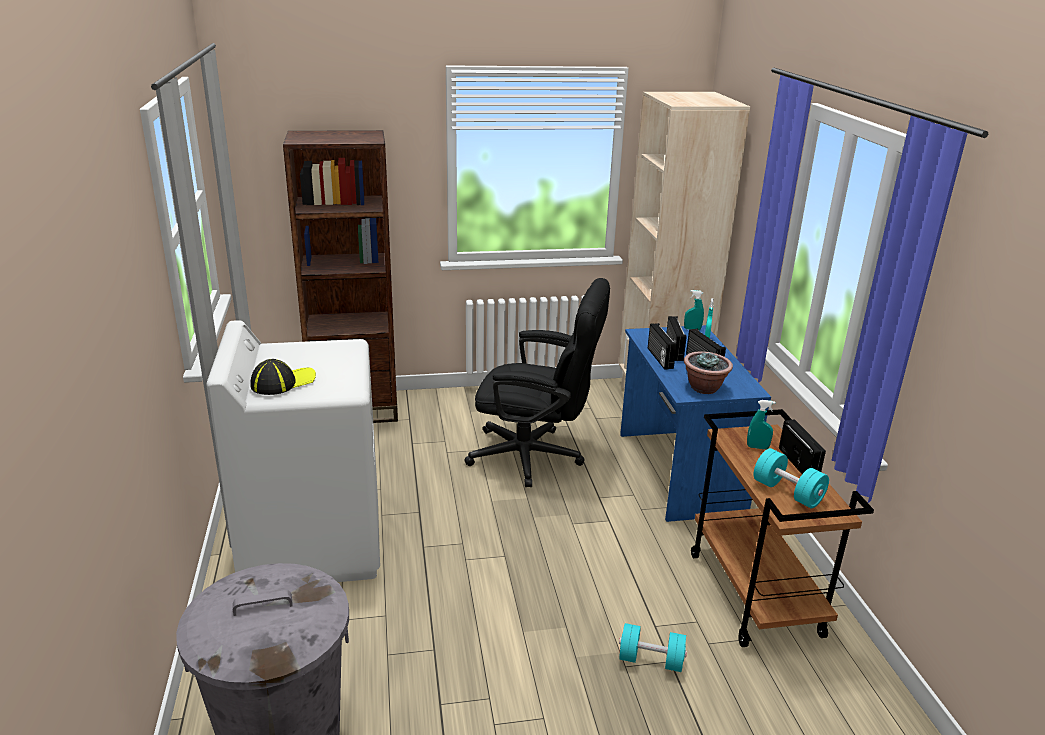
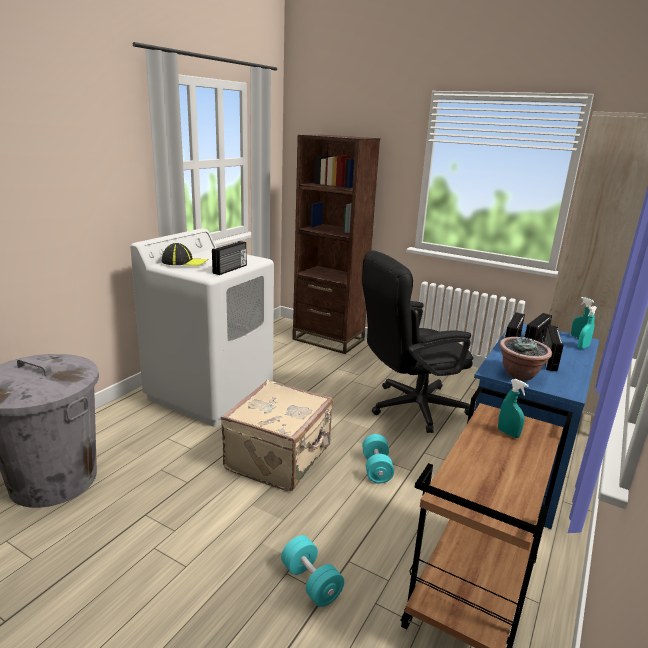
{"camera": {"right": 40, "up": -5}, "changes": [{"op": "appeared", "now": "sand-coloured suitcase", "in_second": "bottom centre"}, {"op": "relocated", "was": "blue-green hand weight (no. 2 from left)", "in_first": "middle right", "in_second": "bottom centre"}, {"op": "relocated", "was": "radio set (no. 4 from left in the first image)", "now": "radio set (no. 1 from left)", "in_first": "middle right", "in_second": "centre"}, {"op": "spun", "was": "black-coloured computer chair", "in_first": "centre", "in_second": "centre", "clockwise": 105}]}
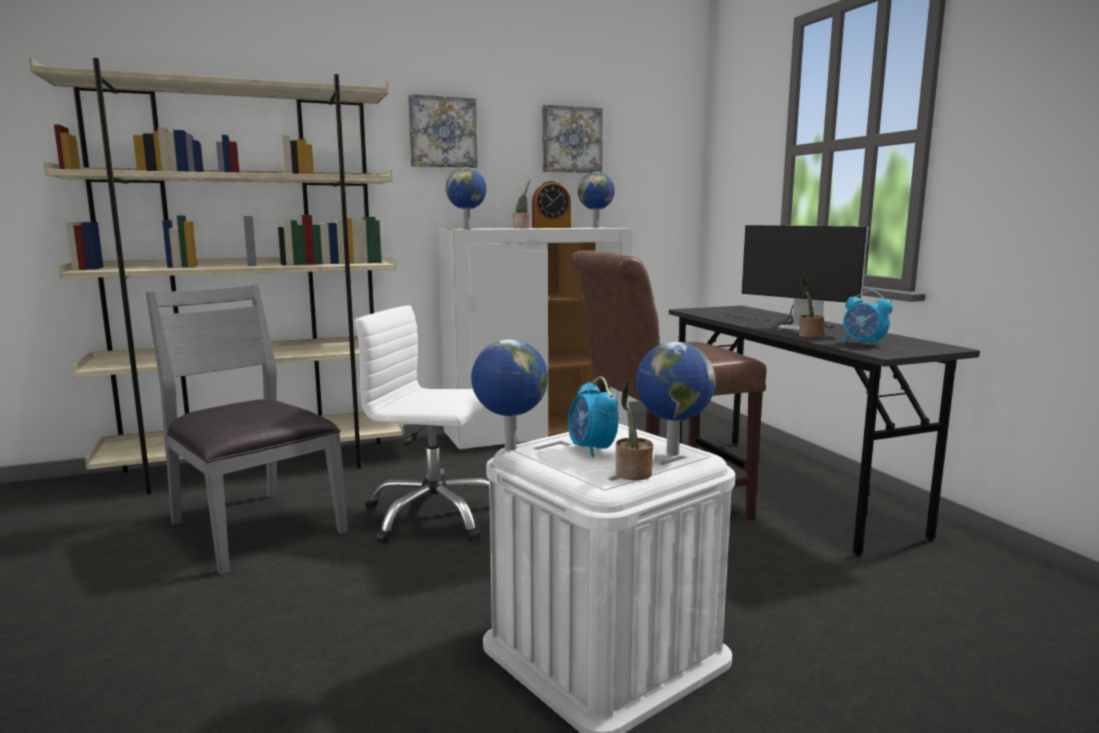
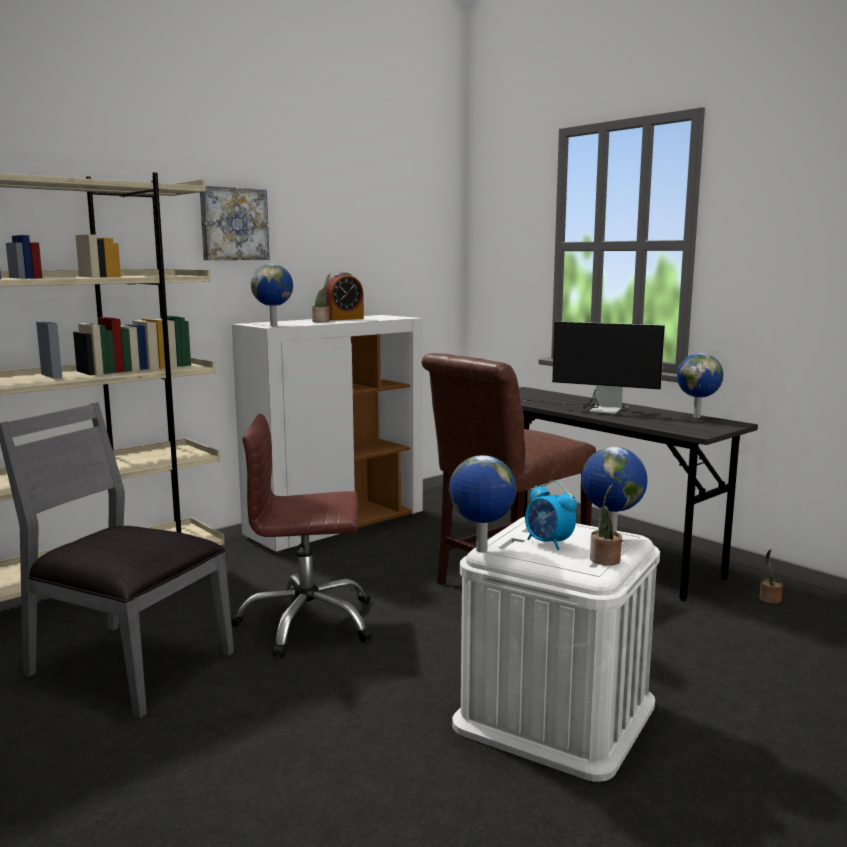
{"camera": {"right": -20, "up": 0}, "changes": [{"op": "missing", "was": "picture (no. 2 from left)", "in_first": "top centre"}, {"op": "missing", "was": "alarm clock (no. 3 from left)", "in_first": "middle right"}, {"op": "relocated", "was": "desk globe (no. 3 from left in the first image)", "now": "desk globe (no. 4 from left)", "in_first": "top centre", "in_second": "middle right"}, {"op": "relocated", "was": "plant in a pot (no. 3 from left)", "in_first": "middle right", "in_second": "bottom right"}, {"op": "colour", "was": "white computer chair", "now": "brown computer chair", "in_first": "centre", "in_second": "centre"}]}
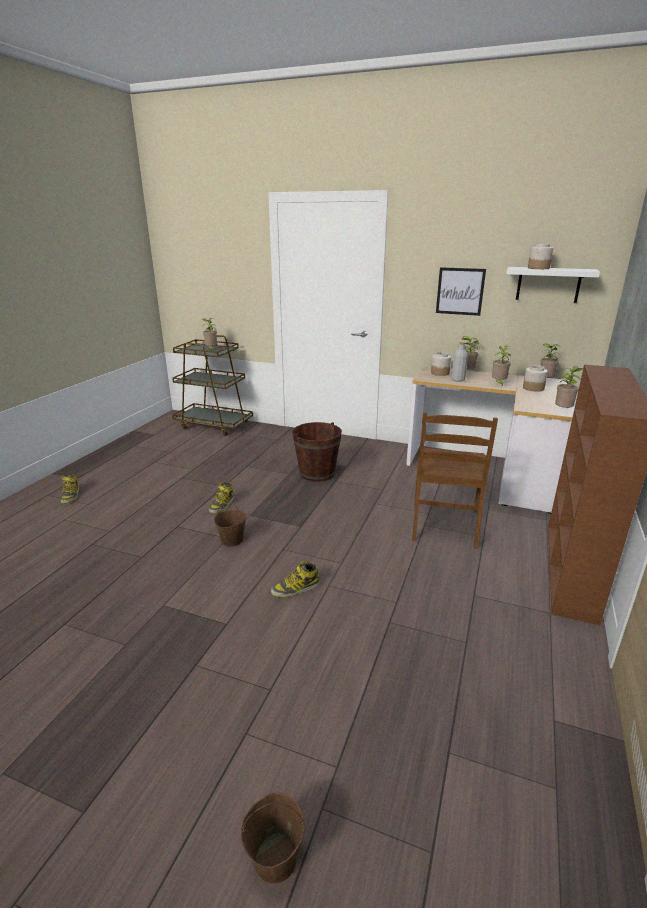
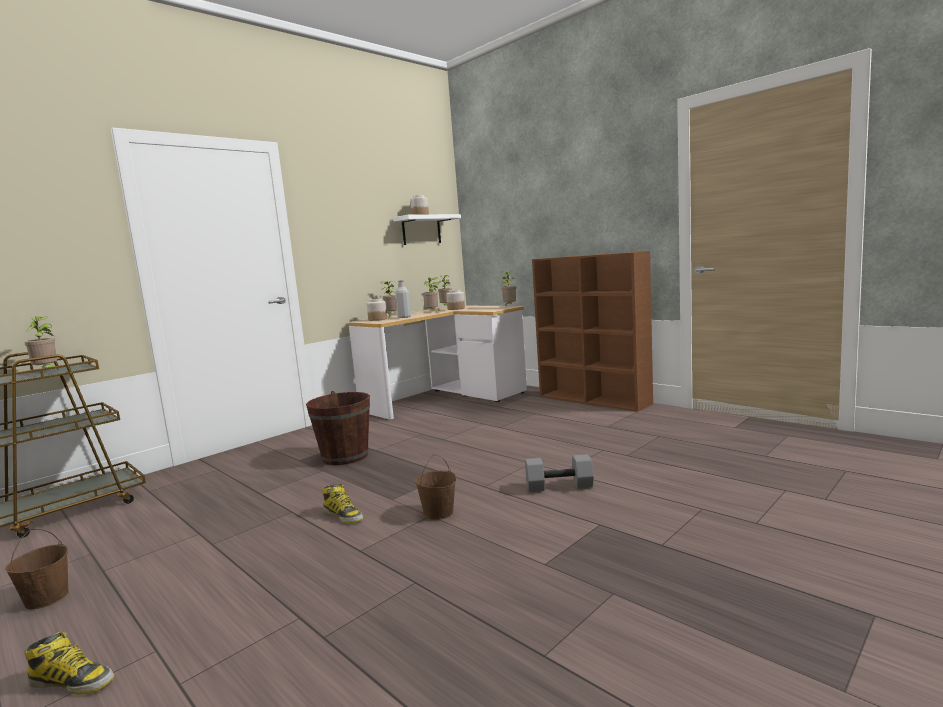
{"camera": {"right": -65, "up": -15}, "changes": [{"op": "missing", "was": "brown upright chair", "in_first": "middle right"}, {"op": "missing", "was": "picture", "in_first": "top right"}, {"op": "relocated", "was": "brown water bucket (no. 2 from left in the first image)", "now": "brown water bucket (no. 1 from left)", "in_first": "bottom centre", "in_second": "bottom left"}, {"op": "exchanged", "was": "high-top boot (no. 3 from left)", "now": "grey hand weight", "in_first": "centre", "in_second": "bottom centre"}]}
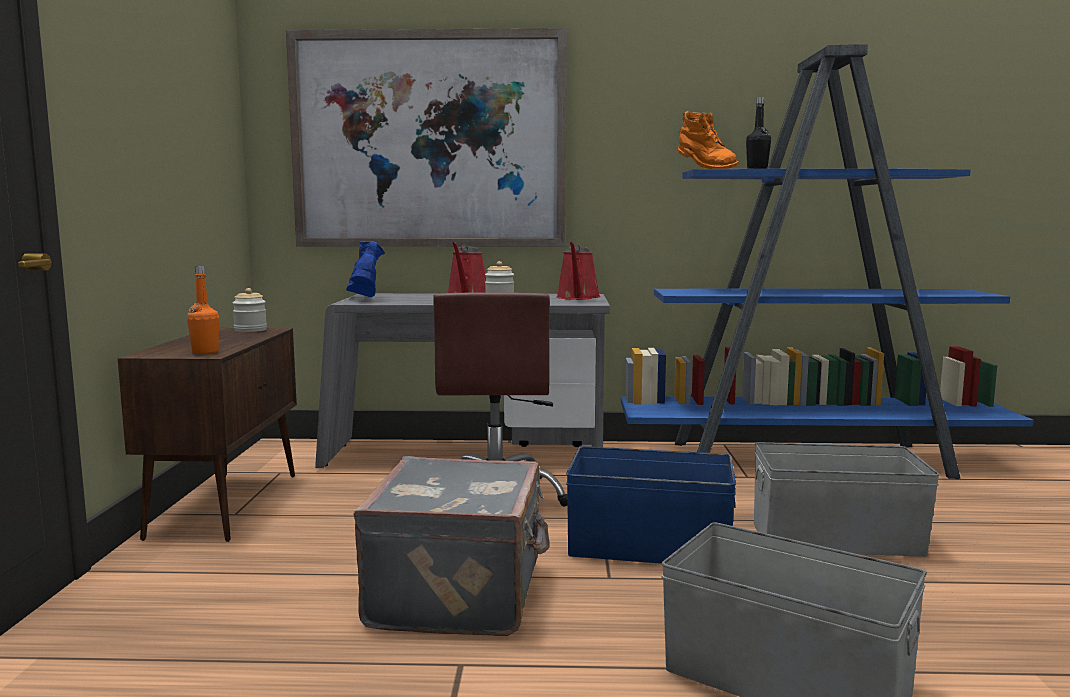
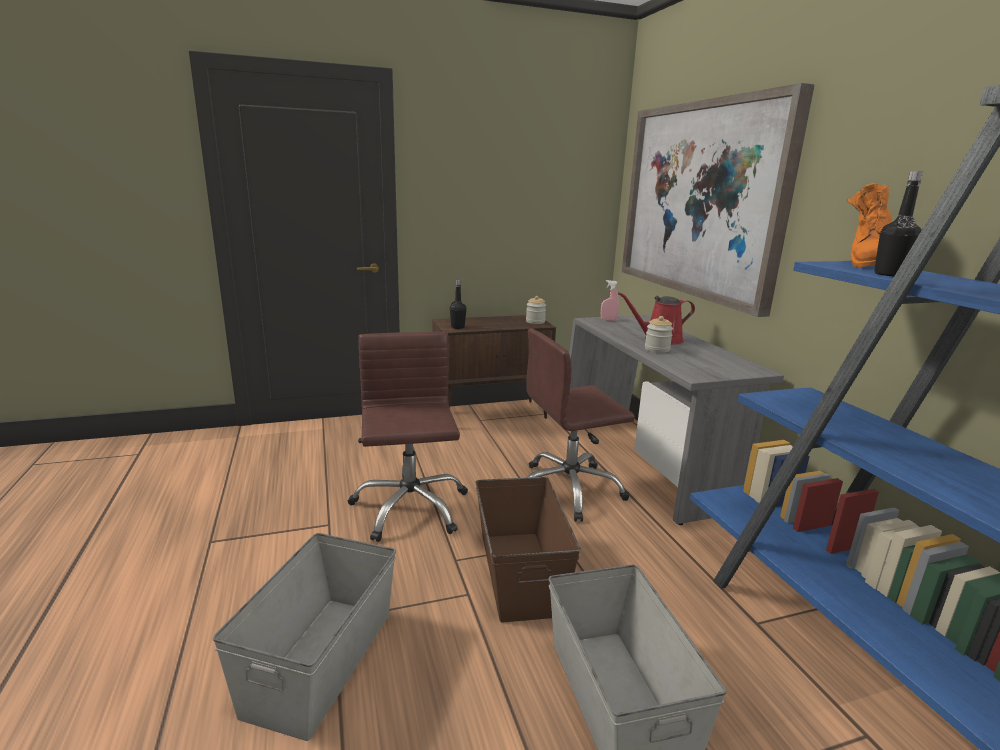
{"camera": {"right": 70, "up": 10}, "changes": [{"op": "missing", "was": "red-coloured sprinkling can (no. 2 from left)", "in_first": "centre"}, {"op": "exchanged", "was": "blue high-top boot", "now": "pink-coloured hand sprayer", "in_first": "centre", "in_second": "centre"}, {"op": "exchanged", "was": "grey suitcase", "now": "brown computer chair (no. 1 from left)", "in_first": "bottom centre", "in_second": "centre"}, {"op": "colour", "was": "orange-coloured bottle", "now": "black-coloured bottle (no. 1 from left)", "in_first": "middle left", "in_second": "centre"}, {"op": "colour", "was": "blue storage container", "now": "brown storage container", "in_first": "bottom centre", "in_second": "bottom centre"}]}
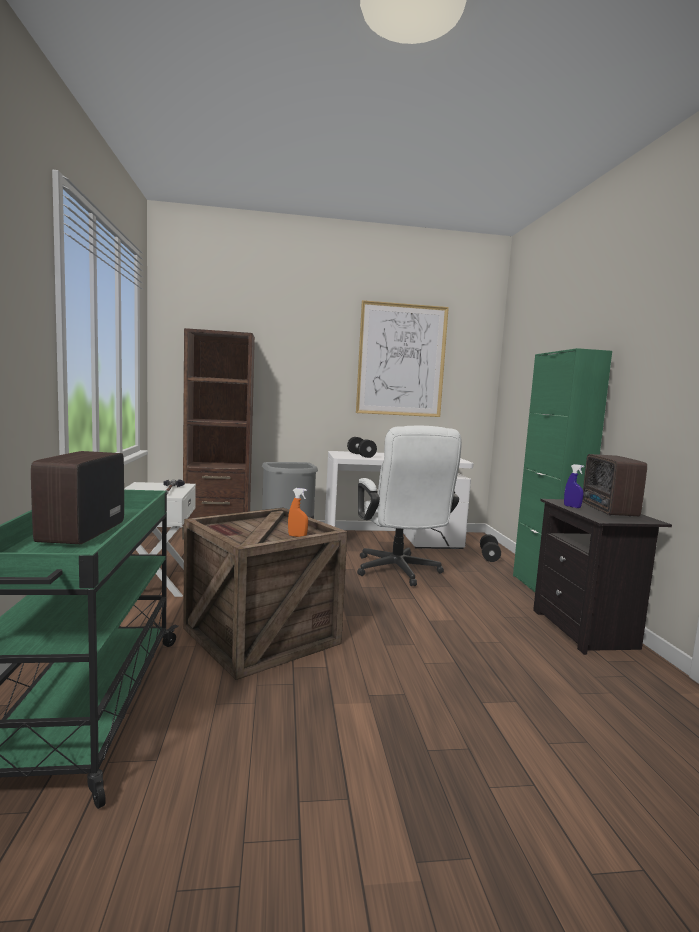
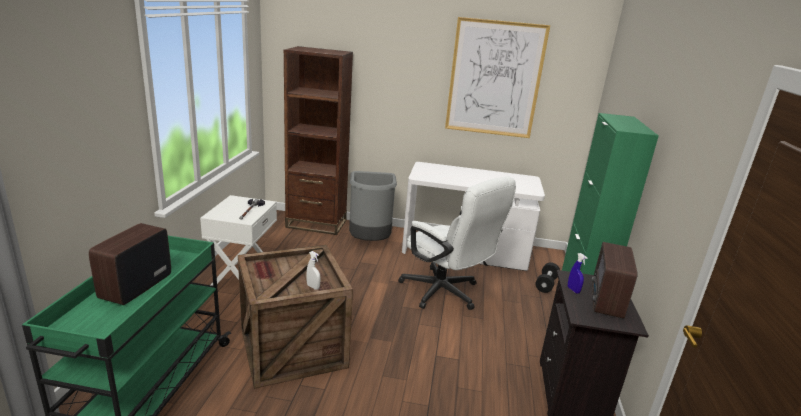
{"camera": {"right": 15, "up": 15}, "changes": [{"op": "missing", "was": "black-coloured hand weight (no. 1 from left)", "in_first": "centre"}, {"op": "colour", "was": "orange-coloured hand sprayer", "now": "white hand sprayer", "in_first": "centre", "in_second": "centre"}, {"op": "spun", "was": "white computer chair", "in_first": "centre", "in_second": "centre", "clockwise": -45}]}
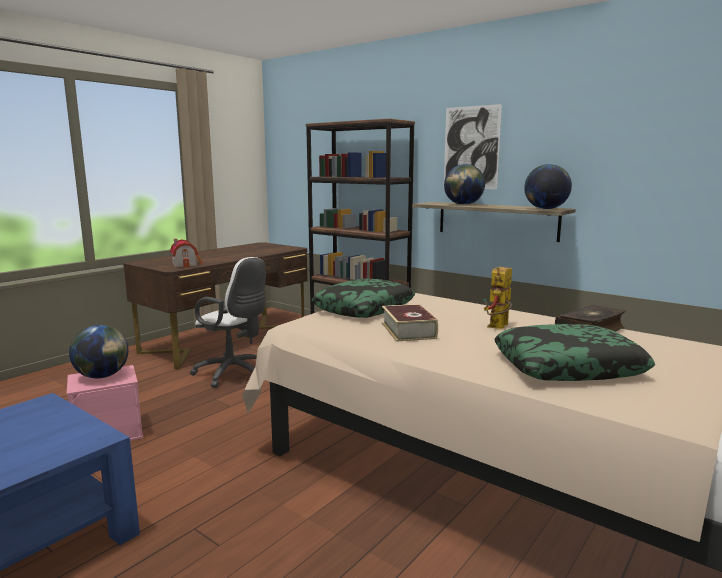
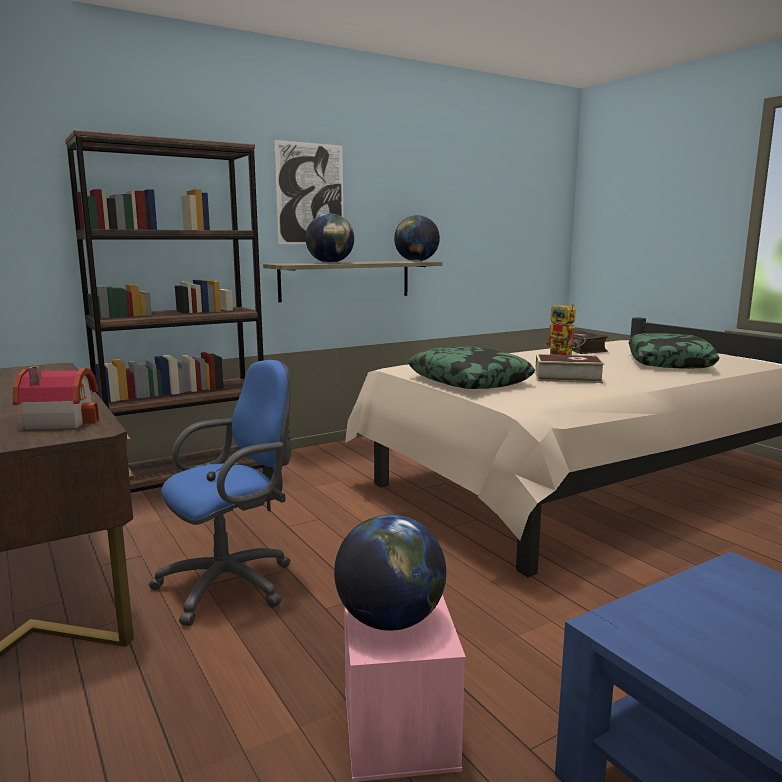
{"camera": {"right": -70, "up": 0}, "changes": [{"op": "colour", "was": "white computer chair", "now": "blue computer chair", "in_first": "middle left", "in_second": "middle left"}]}
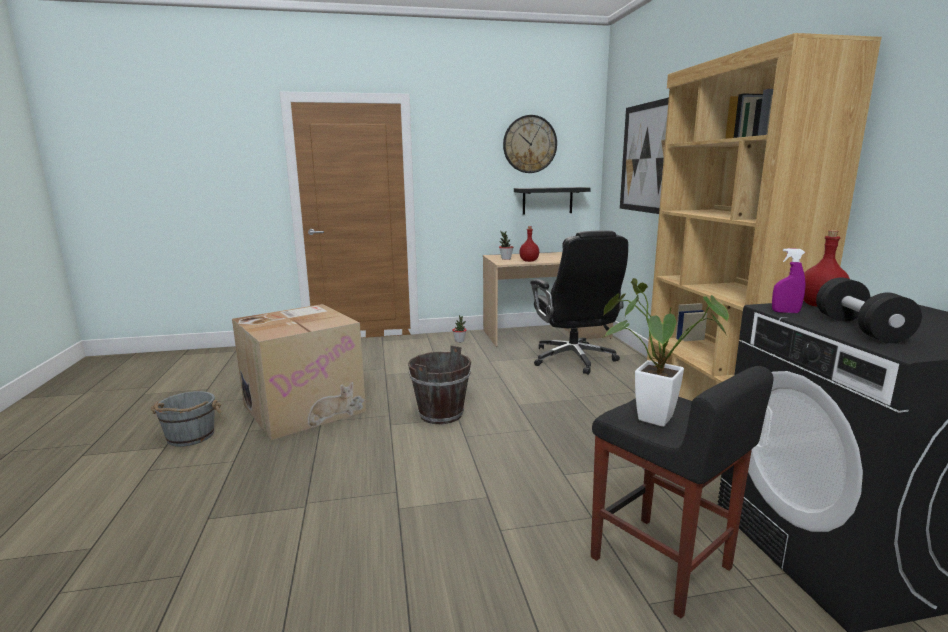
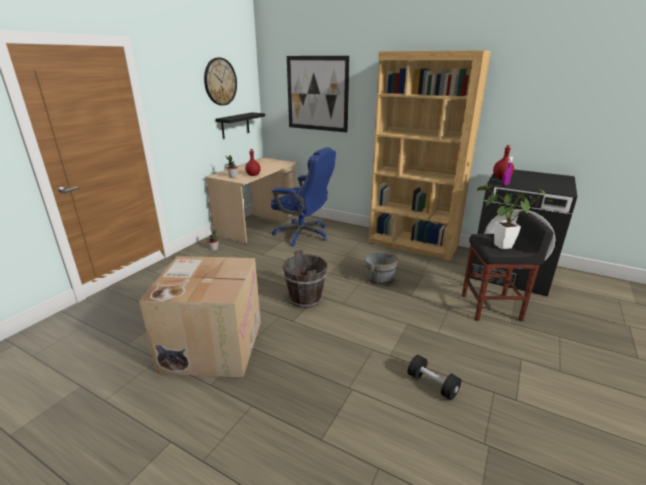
{"camera": {"right": -50, "up": 10}, "changes": [{"op": "relocated", "was": "grey water bucket", "in_first": "middle left", "in_second": "centre"}, {"op": "relocated", "was": "black-coloured hand weight", "in_first": "middle right", "in_second": "bottom right"}, {"op": "colour", "was": "black-coloured computer chair", "now": "blue computer chair", "in_first": "centre", "in_second": "centre"}]}
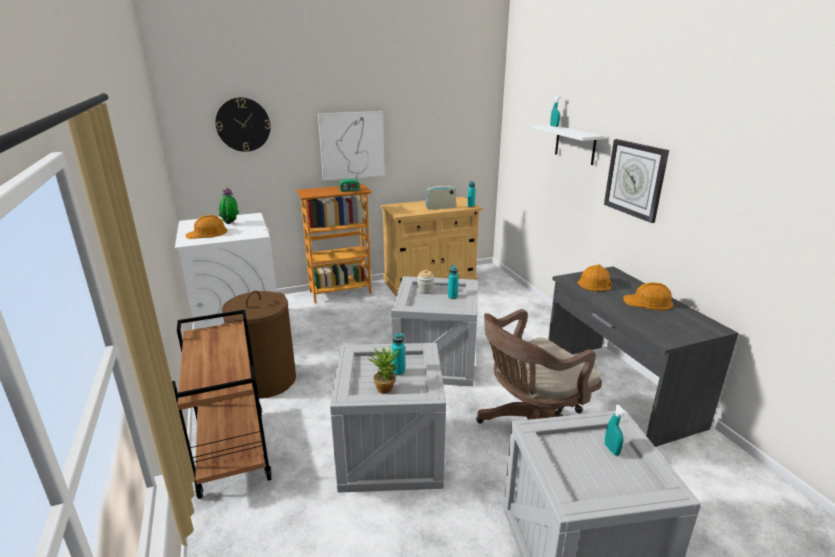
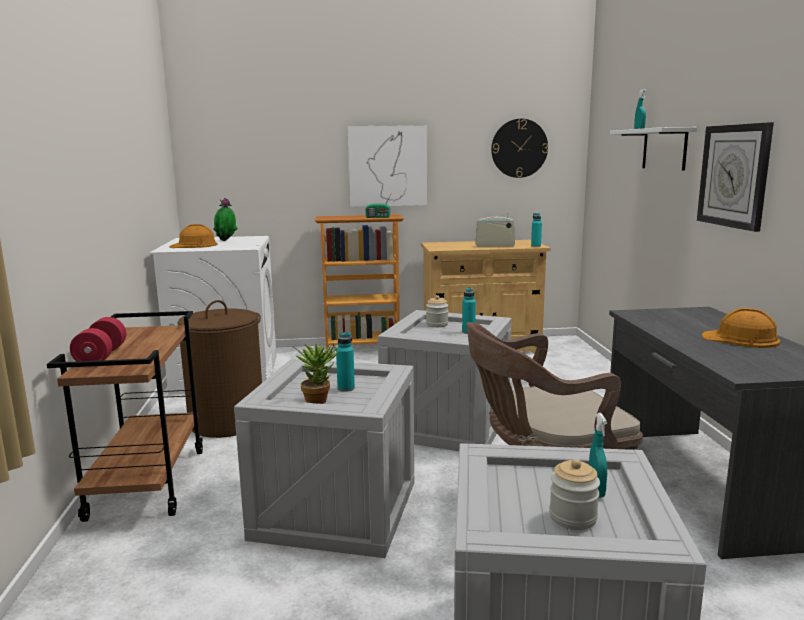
{"camera": {"right": 15, "up": -10}, "changes": [{"op": "missing", "was": "orange-coloured safety helmet (no. 2 from left)", "in_first": "middle right"}, {"op": "appeared", "now": "red-coloured hand weight", "in_second": "middle left"}, {"op": "appeared", "now": "jar (no. 2 from left)", "in_second": "bottom right"}, {"op": "relocated", "was": "wall clock (no. 1 from left)", "in_first": "top left", "in_second": "top centre"}]}
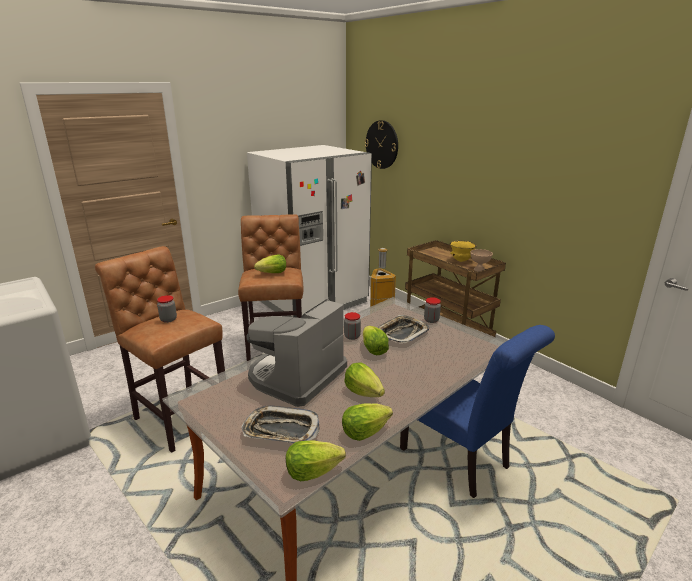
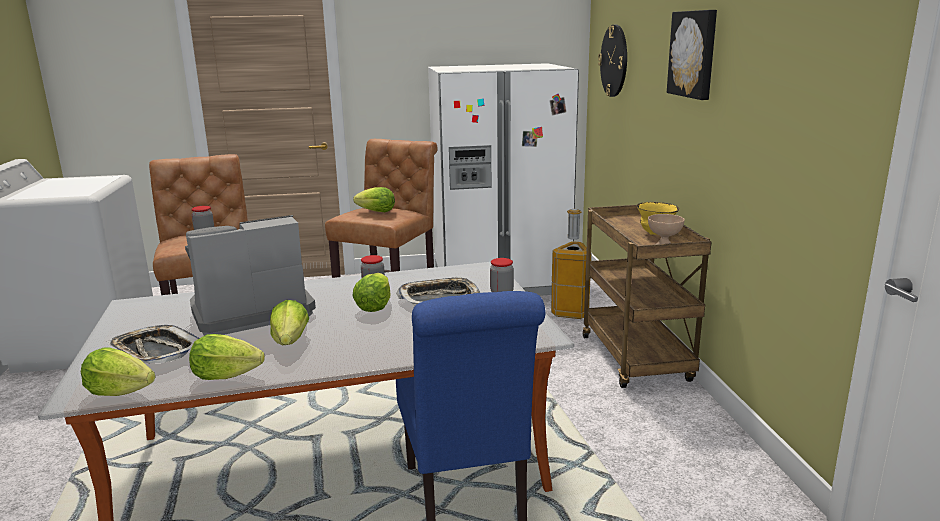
{"camera": {"right": 30, "up": -5}, "changes": [{"op": "appeared", "now": "picture", "in_second": "top right"}]}
